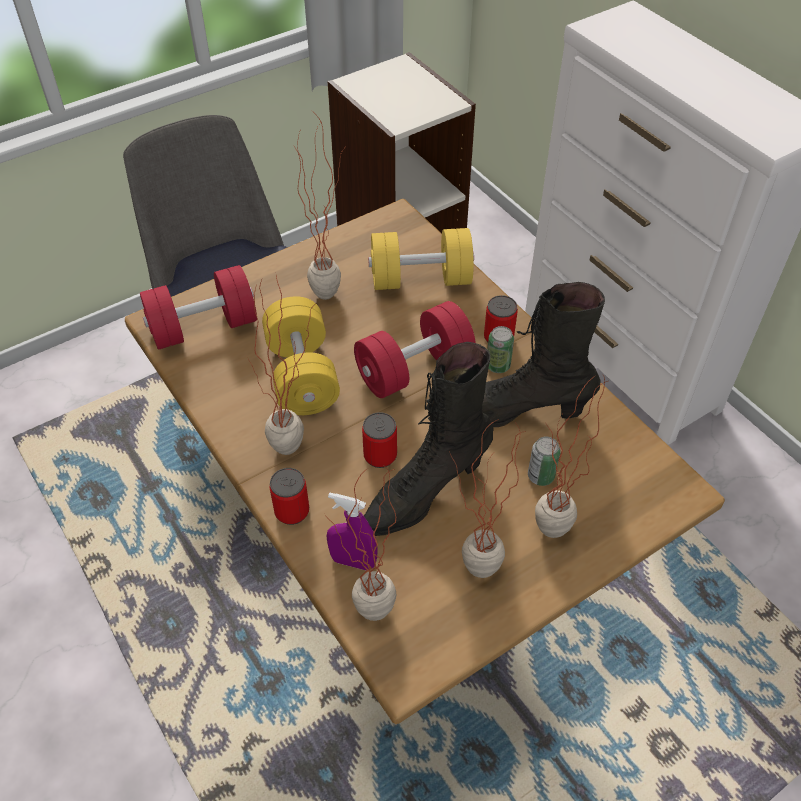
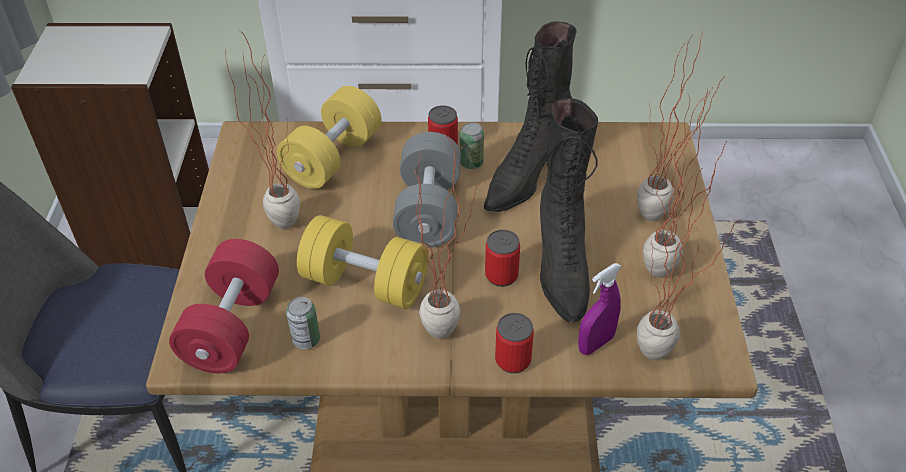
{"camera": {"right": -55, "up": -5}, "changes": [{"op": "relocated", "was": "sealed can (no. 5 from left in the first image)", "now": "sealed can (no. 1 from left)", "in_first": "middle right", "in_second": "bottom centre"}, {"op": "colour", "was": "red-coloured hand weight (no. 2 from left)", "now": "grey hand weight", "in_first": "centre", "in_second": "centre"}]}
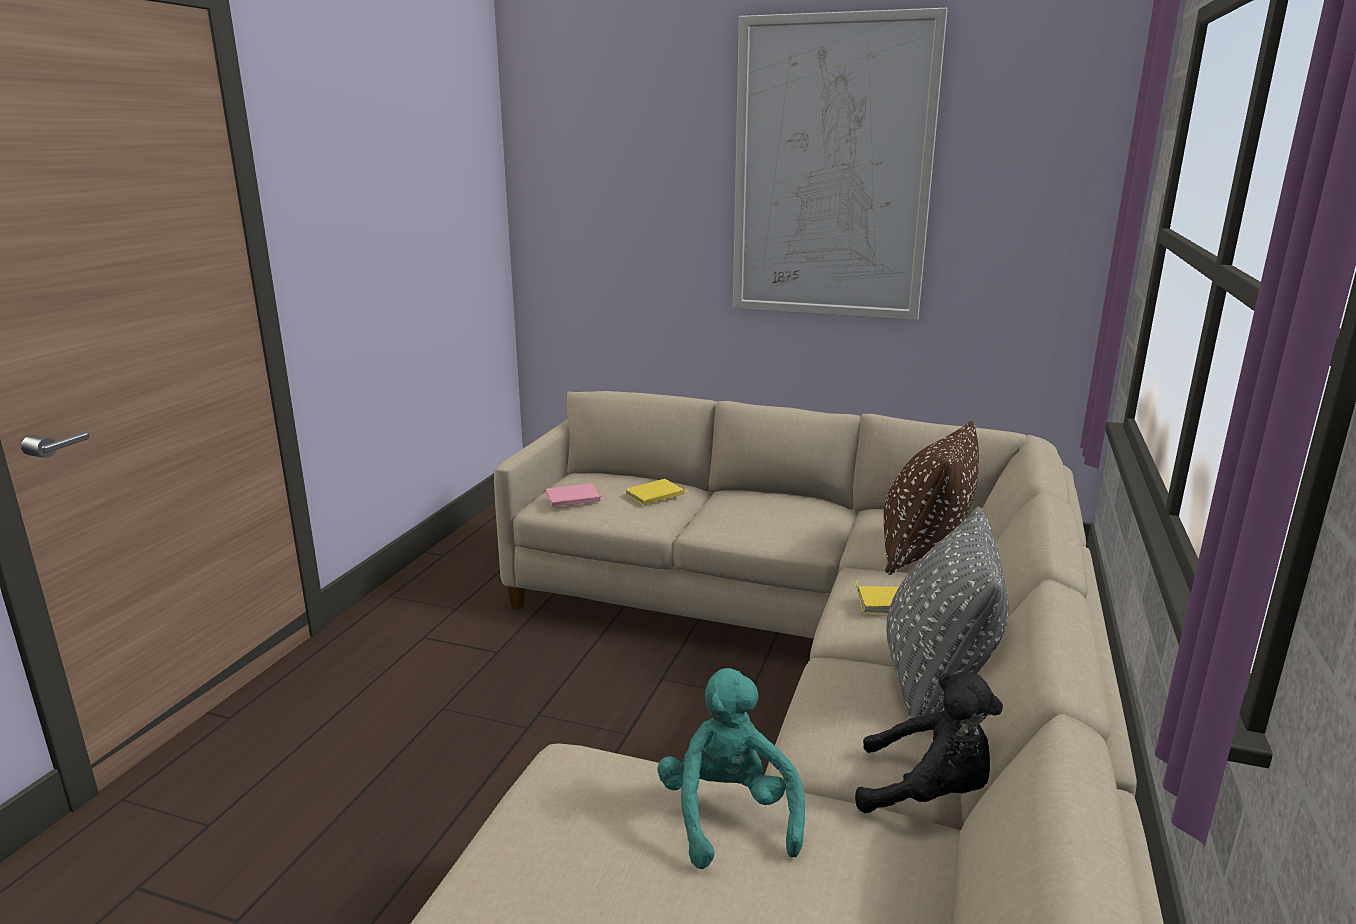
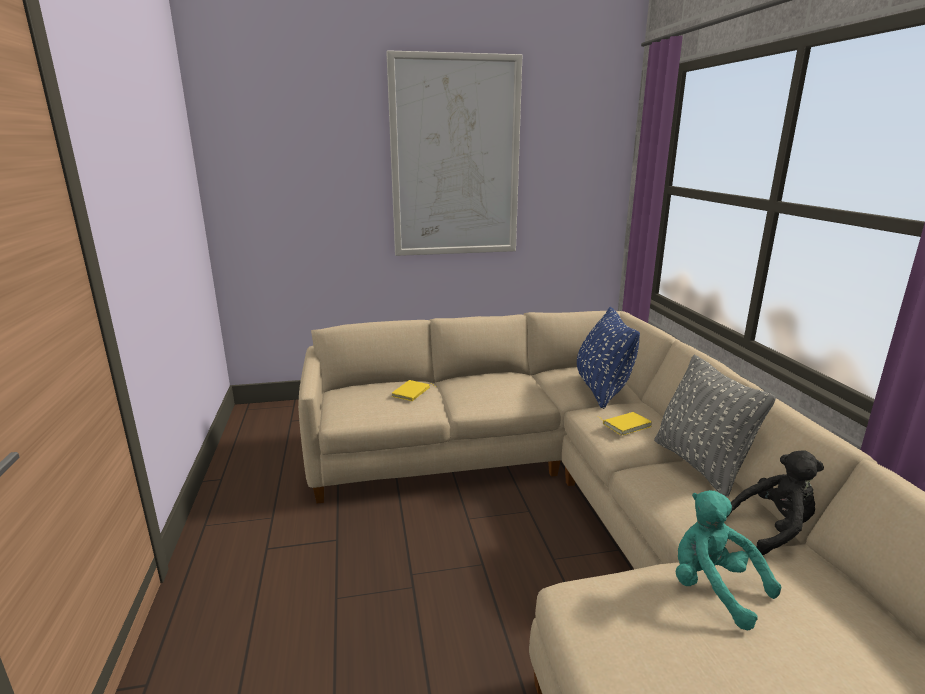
{"camera": {"right": -30, "up": 0}, "changes": [{"op": "missing", "was": "pink-coloured bound book", "in_first": "centre"}, {"op": "colour", "was": "brown pillow", "now": "blue pillow", "in_first": "middle right", "in_second": "centre"}]}
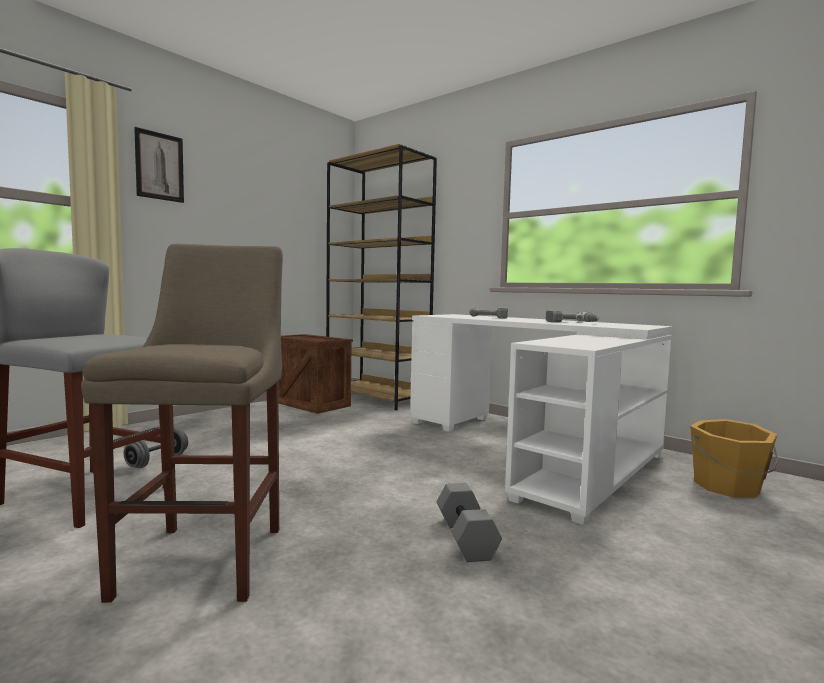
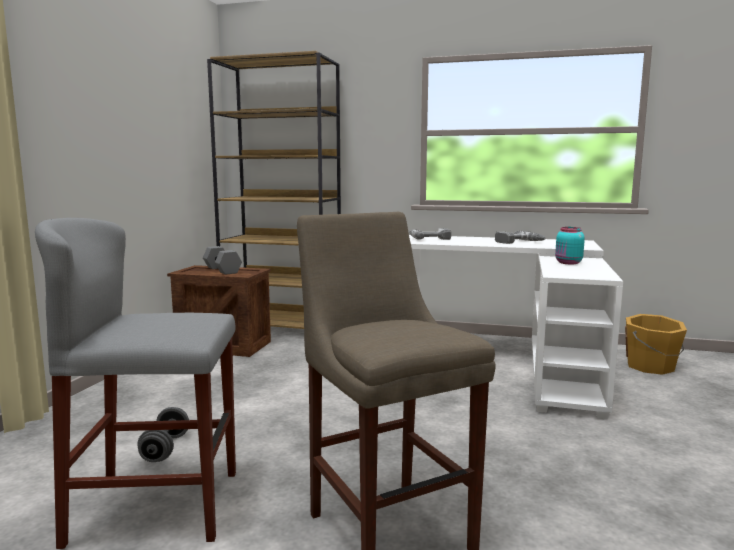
{"camera": {"right": -25, "up": 5}, "changes": [{"op": "missing", "was": "picture", "in_first": "top left"}, {"op": "appeared", "now": "blue-green jar", "in_second": "middle right"}, {"op": "relocated", "was": "grey hand weight (no. 2 from left)", "in_first": "bottom centre", "in_second": "middle left"}]}
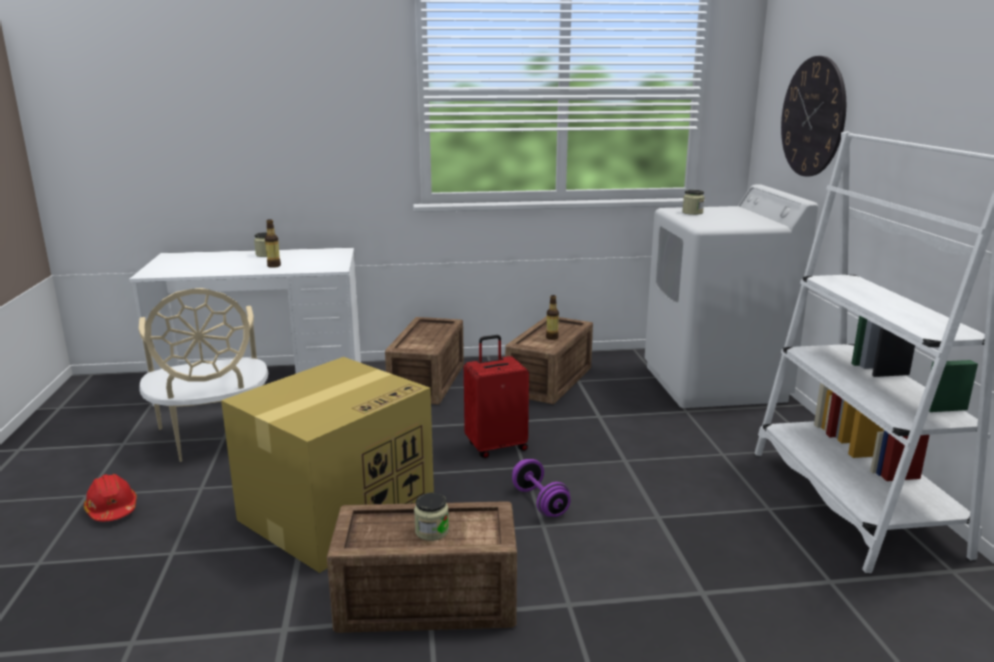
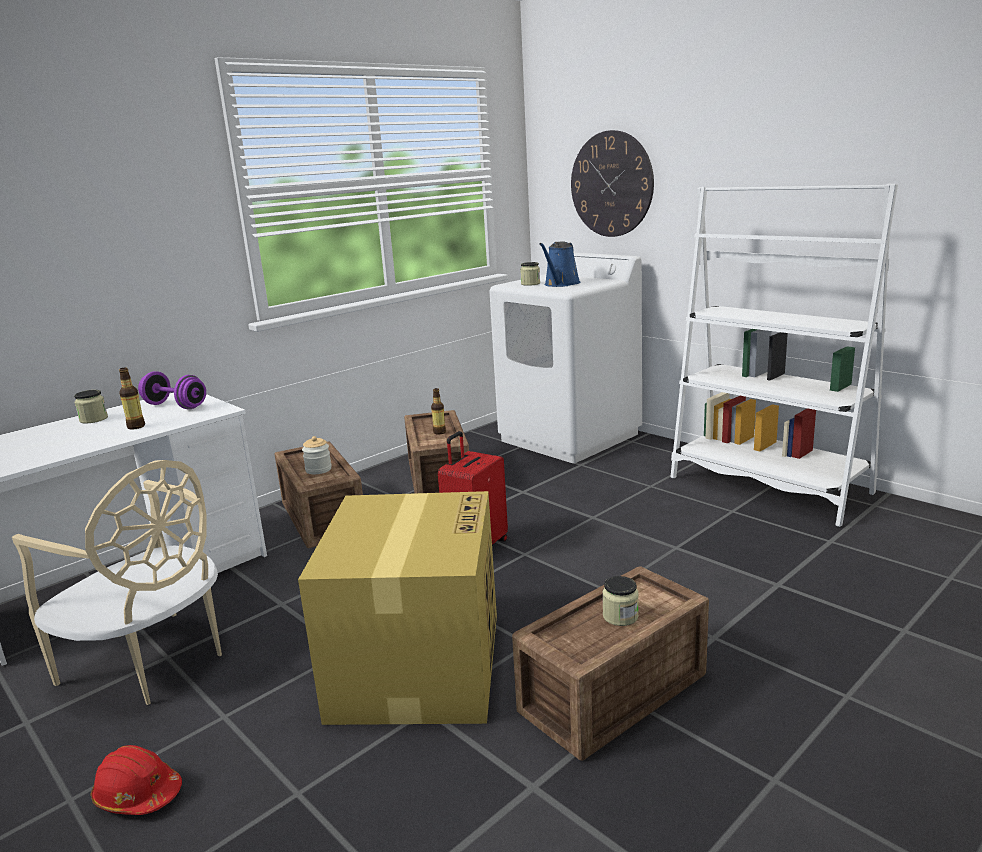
{"camera": {"right": -35, "up": 0}, "changes": [{"op": "appeared", "now": "jar (no. 2 from left)", "in_second": "middle left"}, {"op": "appeared", "now": "blue sprinkling can", "in_second": "top centre"}, {"op": "relocated", "was": "purple hand weight", "in_first": "bottom centre", "in_second": "middle left"}]}
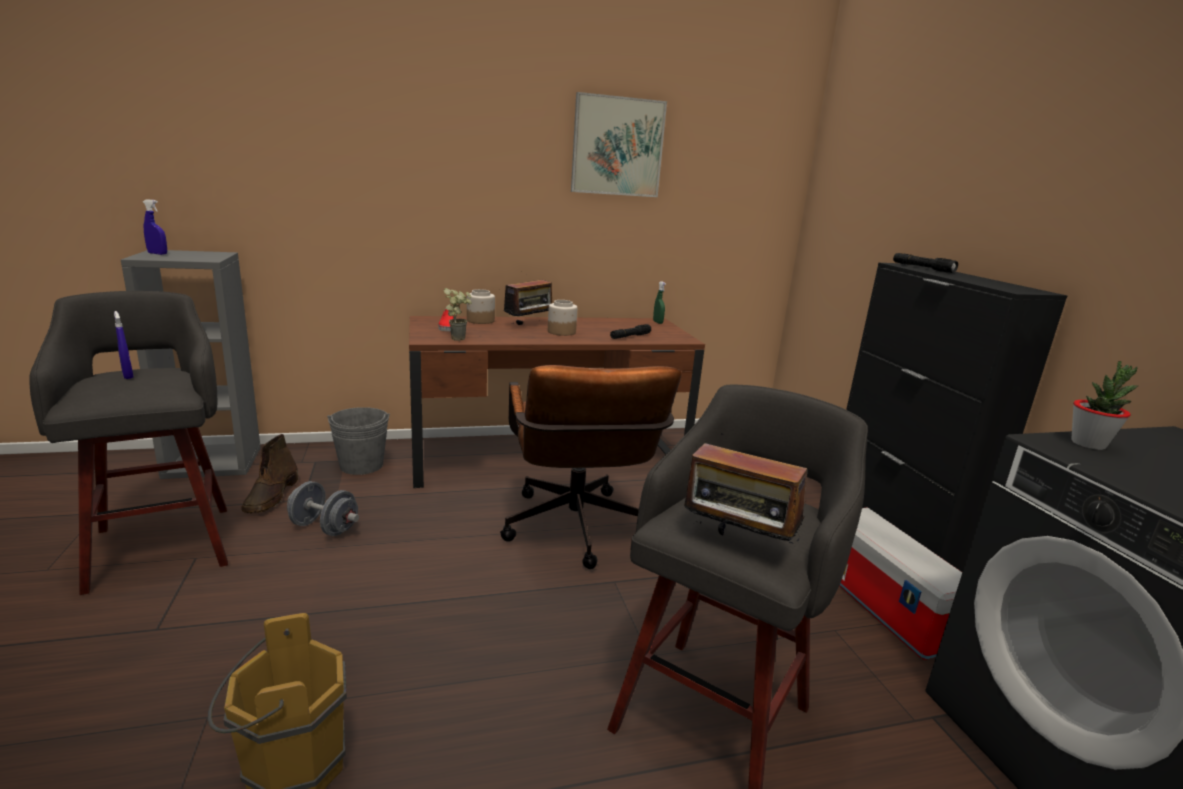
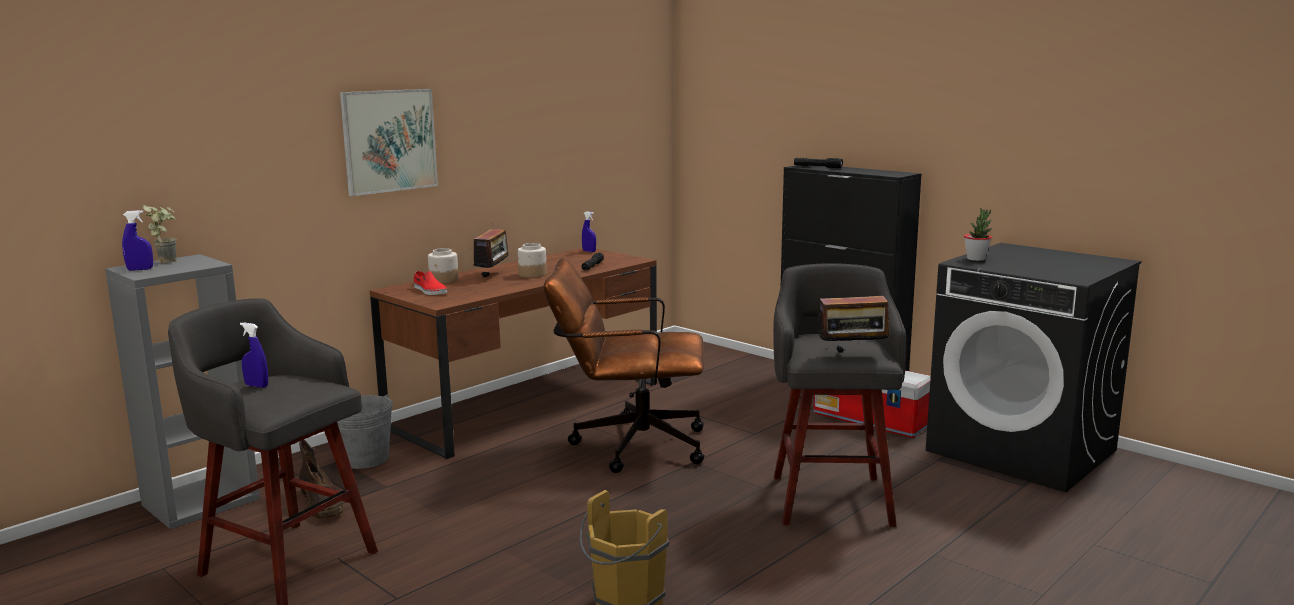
{"camera": {"right": -30, "up": -5}, "changes": [{"op": "missing", "was": "grey hand weight", "in_first": "middle left"}, {"op": "relocated", "was": "plant in a pot (no. 1 from left)", "in_first": "centre", "in_second": "middle left"}, {"op": "relocated", "was": "picture", "in_first": "top centre", "in_second": "top left"}, {"op": "colour", "was": "greenish hand sprayer", "now": "blue hand sprayer (no. 3 from left)", "in_first": "centre", "in_second": "centre"}, {"op": "spun", "was": "brown computer chair", "in_first": "centre", "in_second": "centre", "clockwise": 135}]}
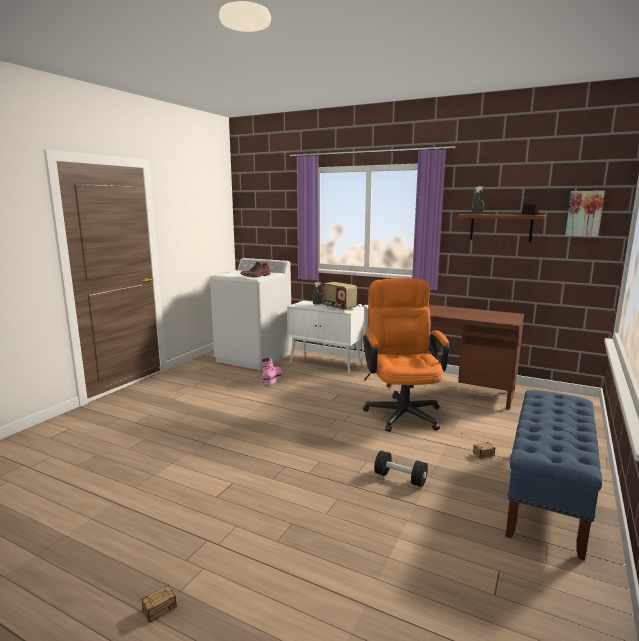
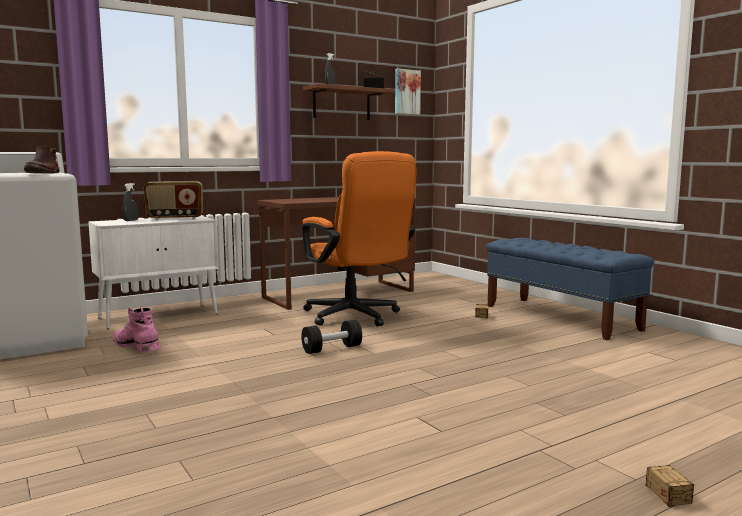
{"camera": {"right": -60, "up": -5}, "changes": [{"op": "relocated", "was": "black-coloured hand weight", "in_first": "bottom centre", "in_second": "centre"}, {"op": "spun", "was": "orange-coloured computer chair", "in_first": "centre", "in_second": "centre", "clockwise": -150}]}
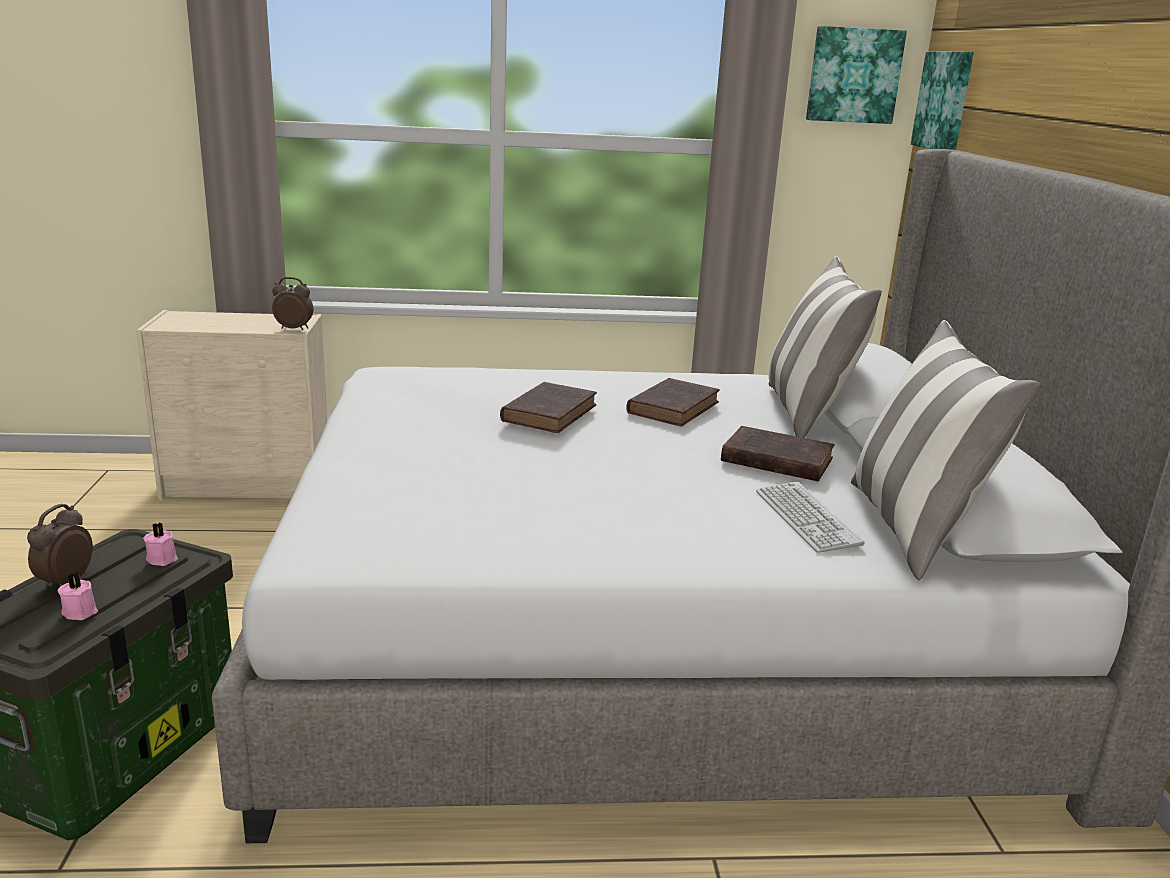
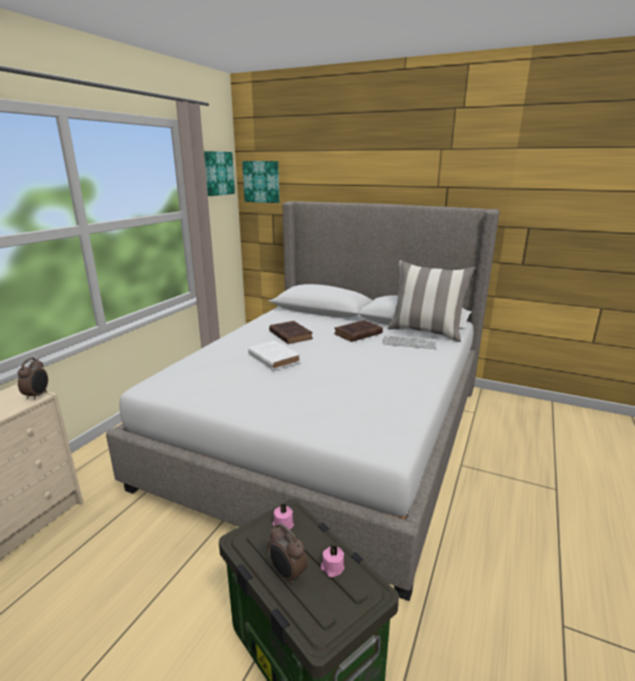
{"camera": {"right": -60, "up": 0}, "changes": [{"op": "missing", "was": "pillow (no. 1 from left)", "in_first": "middle right"}, {"op": "colour", "was": "brown bound book (no. 1 from left)", "now": "white bound book", "in_first": "centre", "in_second": "centre"}, {"op": "spun", "was": "alarm clock (no. 2 from left in the first image)", "in_first": "middle left", "in_second": "middle left", "clockwise": 150}]}
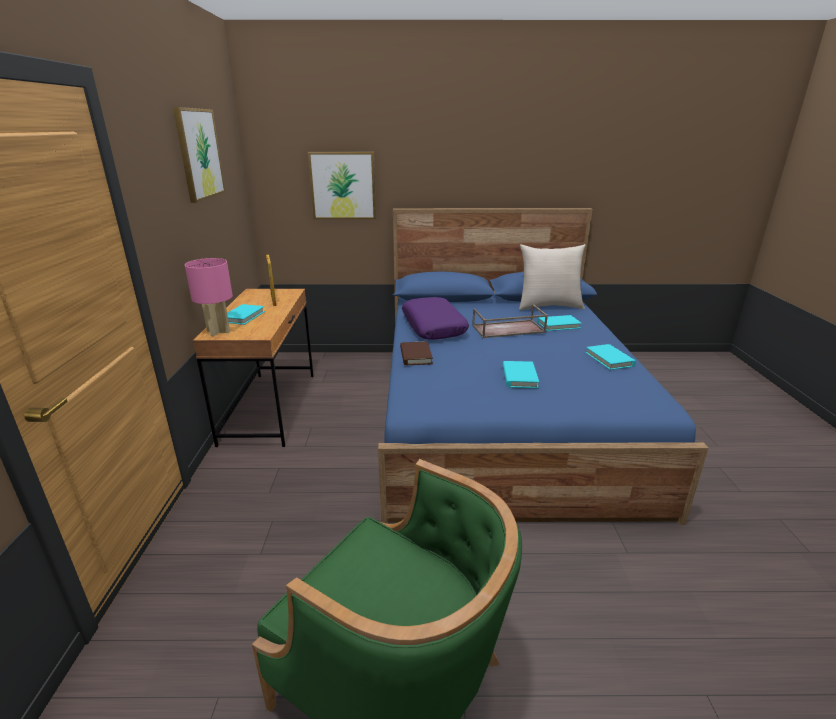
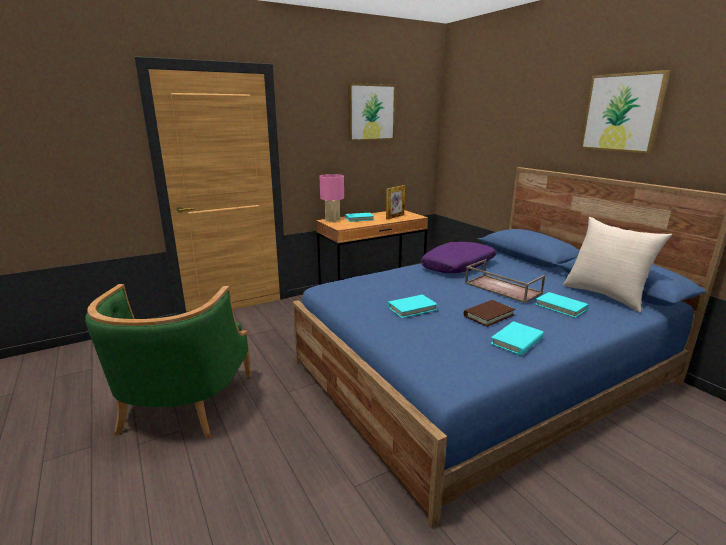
{"camera": {"right": 60, "up": -5}, "changes": [{"op": "relocated", "was": "picture (no. 2 from left)", "in_first": "top centre", "in_second": "top right"}, {"op": "relocated", "was": "brown bound book", "in_first": "centre", "in_second": "middle right"}]}
